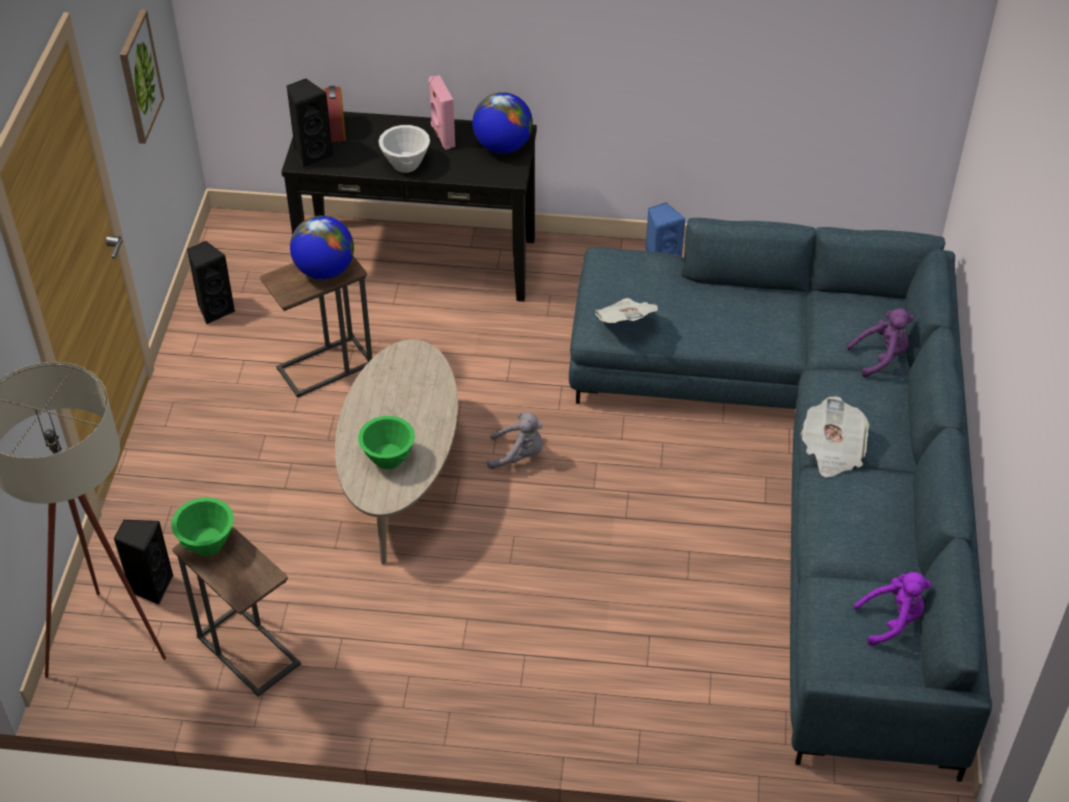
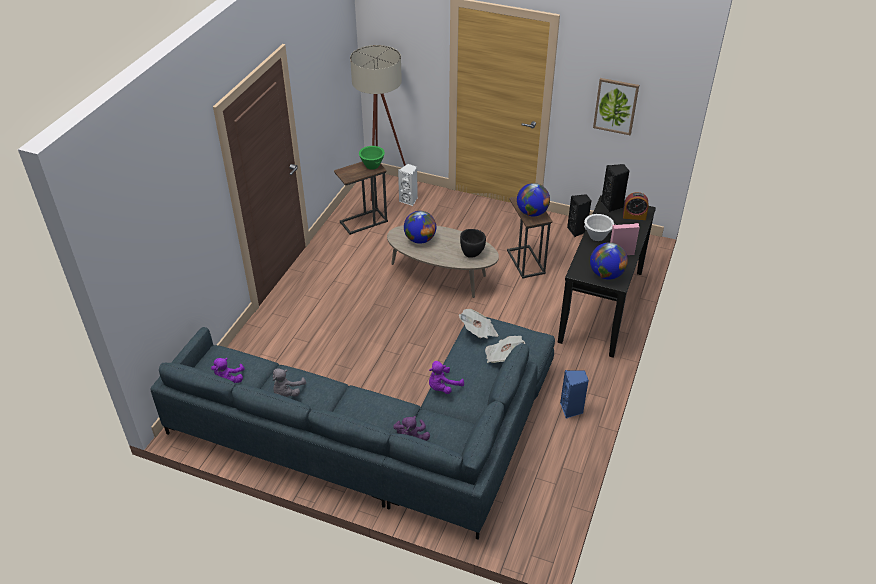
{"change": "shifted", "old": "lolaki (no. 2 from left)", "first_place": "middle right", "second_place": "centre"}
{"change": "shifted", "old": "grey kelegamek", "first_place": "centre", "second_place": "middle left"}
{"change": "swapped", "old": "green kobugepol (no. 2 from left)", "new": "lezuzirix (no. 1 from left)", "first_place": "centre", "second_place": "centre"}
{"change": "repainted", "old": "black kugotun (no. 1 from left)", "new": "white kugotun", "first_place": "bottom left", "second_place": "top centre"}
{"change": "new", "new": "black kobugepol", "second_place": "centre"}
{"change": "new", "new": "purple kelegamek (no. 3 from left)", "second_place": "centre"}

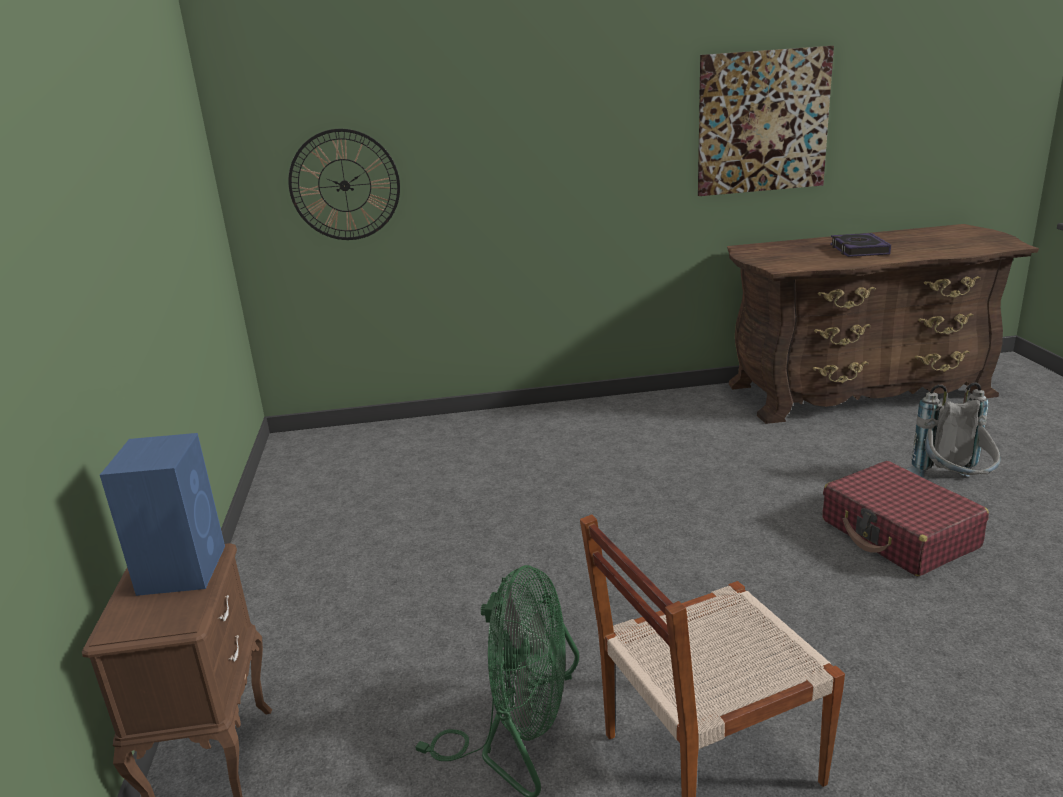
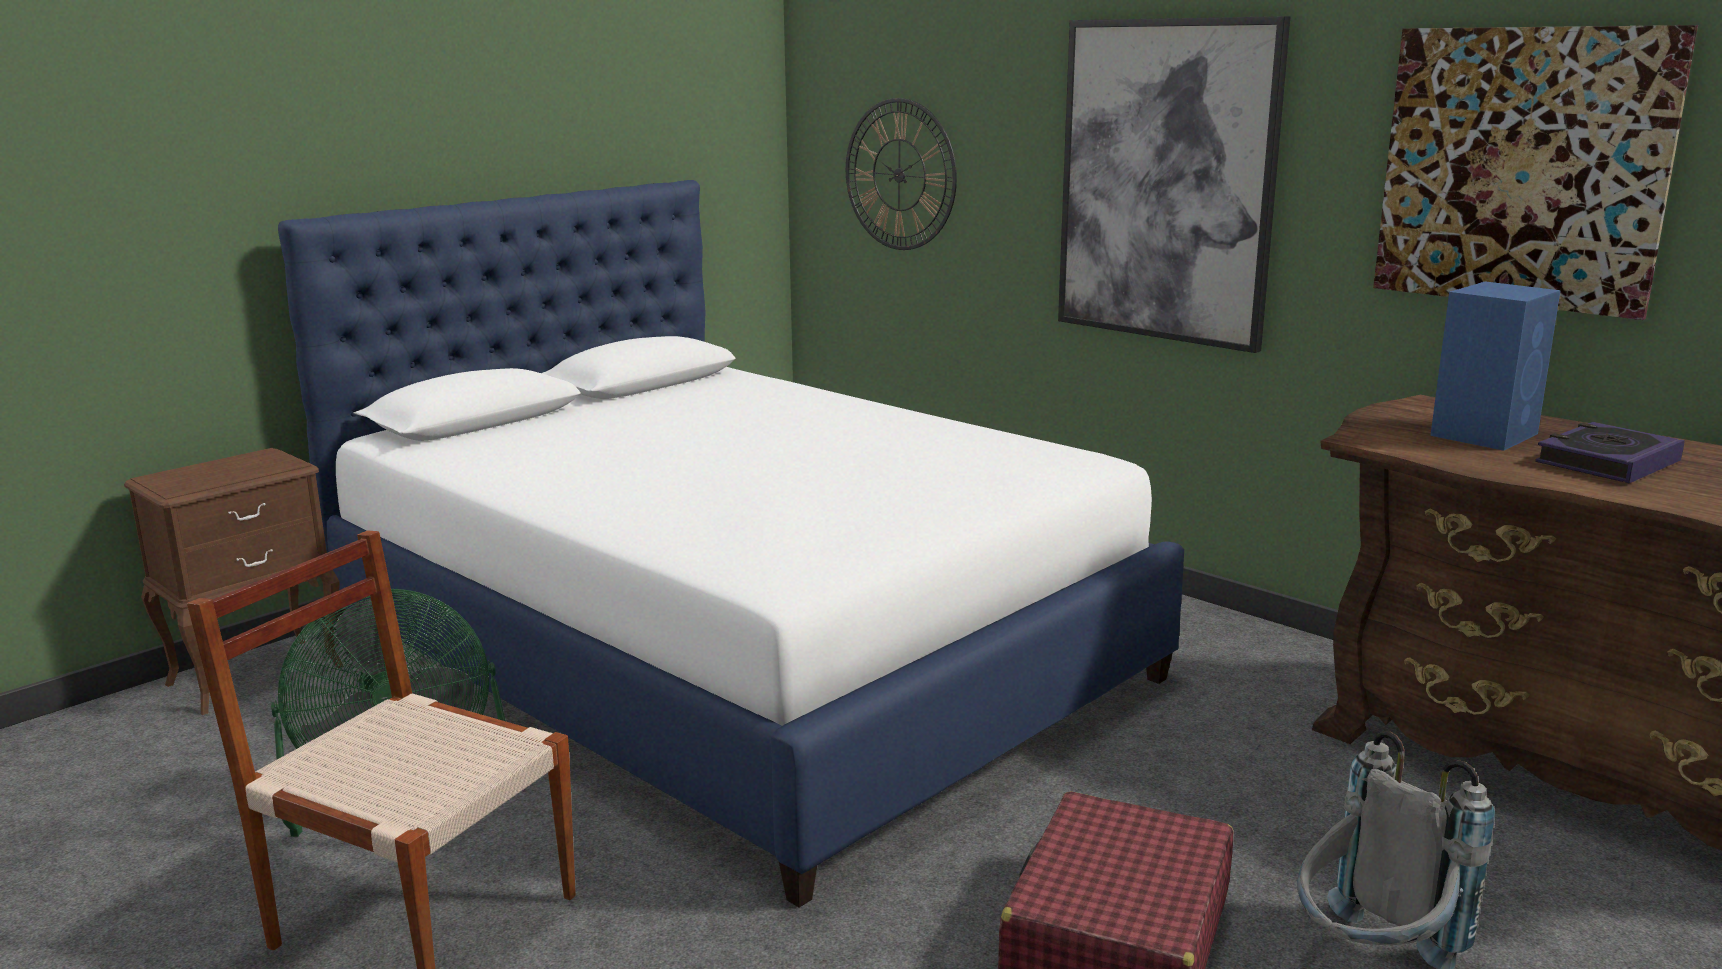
{"change": "shifted", "old": "blue kugotun", "first_place": "middle left", "second_place": "middle right"}
{"change": "new", "new": "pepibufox (no. 1 from left)", "second_place": "top right"}
{"change": "new", "new": "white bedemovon", "second_place": "centre"}

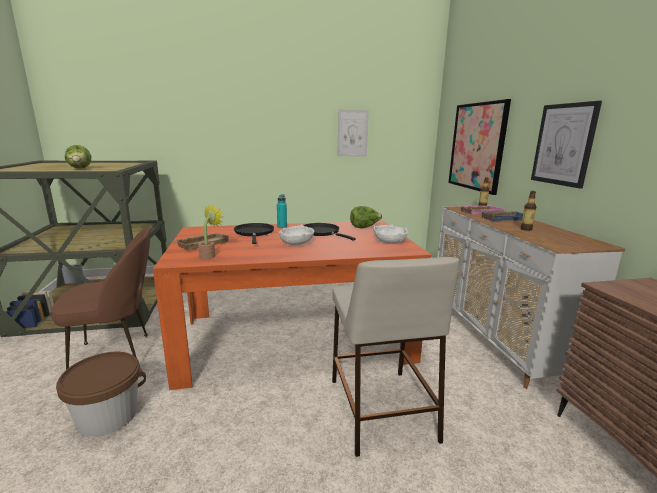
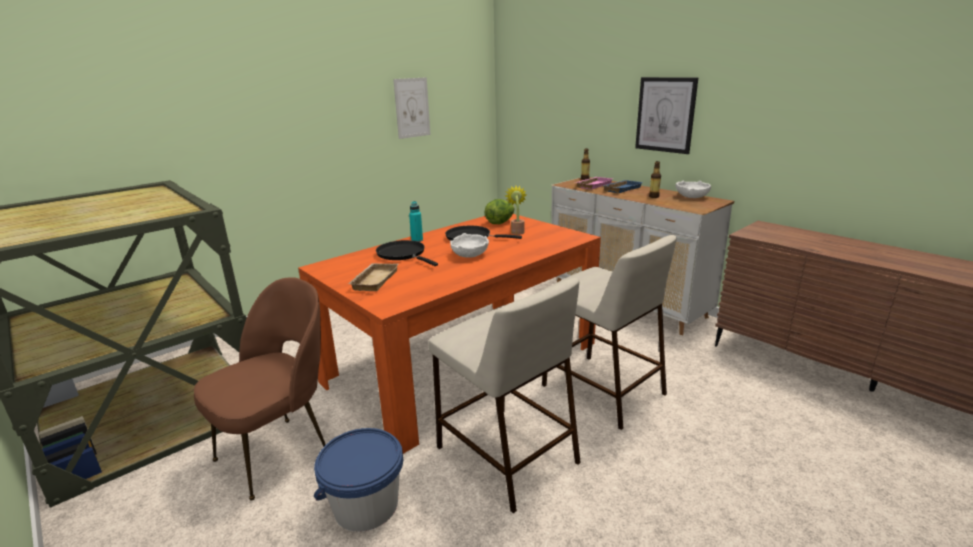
{"change": "gone", "old": "pepibufox (no. 2 from left)", "first_place": "top right"}
{"change": "gone", "old": "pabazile (no. 1 from left)", "first_place": "top left"}
{"change": "shifted", "old": "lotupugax", "first_place": "middle left", "second_place": "centre"}
{"change": "shifted", "old": "white kobugepol (no. 2 from left)", "first_place": "centre", "second_place": "middle right"}
{"change": "repainted", "old": "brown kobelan", "new": "blue kobelan", "first_place": "bottom left", "second_place": "bottom centre"}
{"change": "new", "new": "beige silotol (no. 1 from left)", "second_place": "bottom centre"}

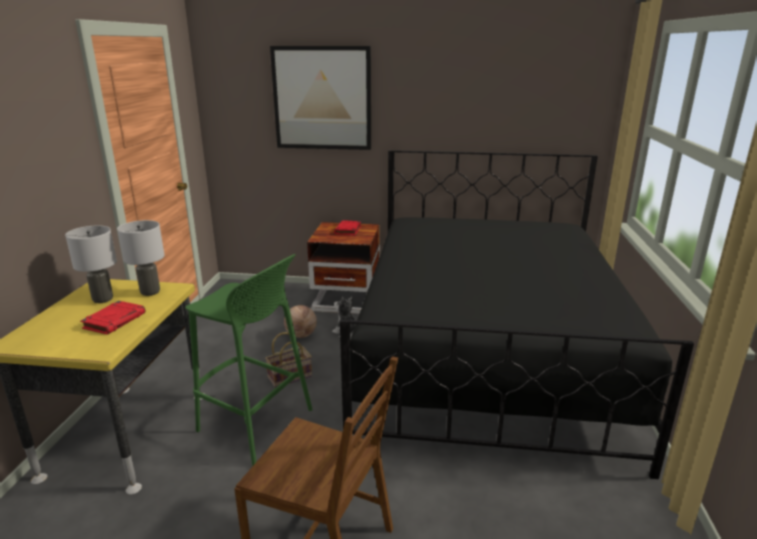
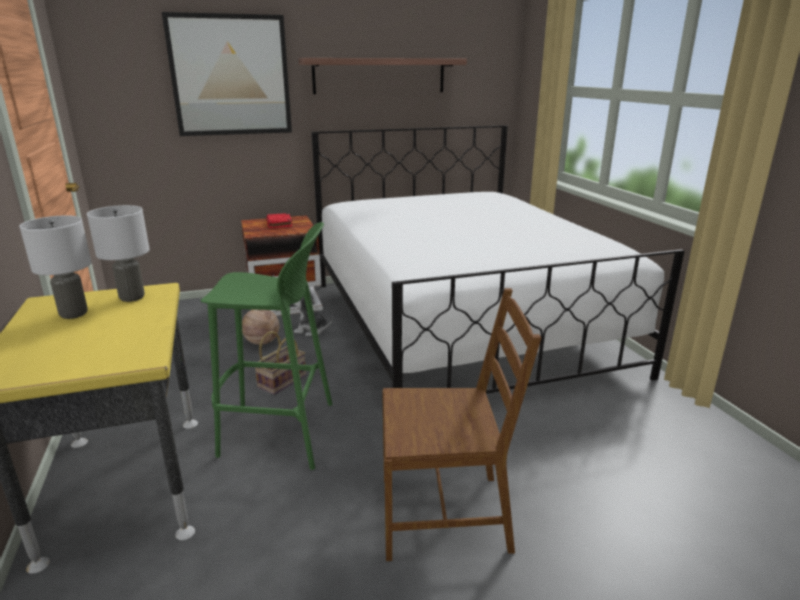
{"change": "repainted", "old": "black bedemovon", "new": "white bedemovon", "first_place": "middle right", "second_place": "centre"}
{"change": "gone", "old": "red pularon (no. 1 from left)", "first_place": "middle left"}
{"change": "new", "new": "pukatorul", "second_place": "top centre"}

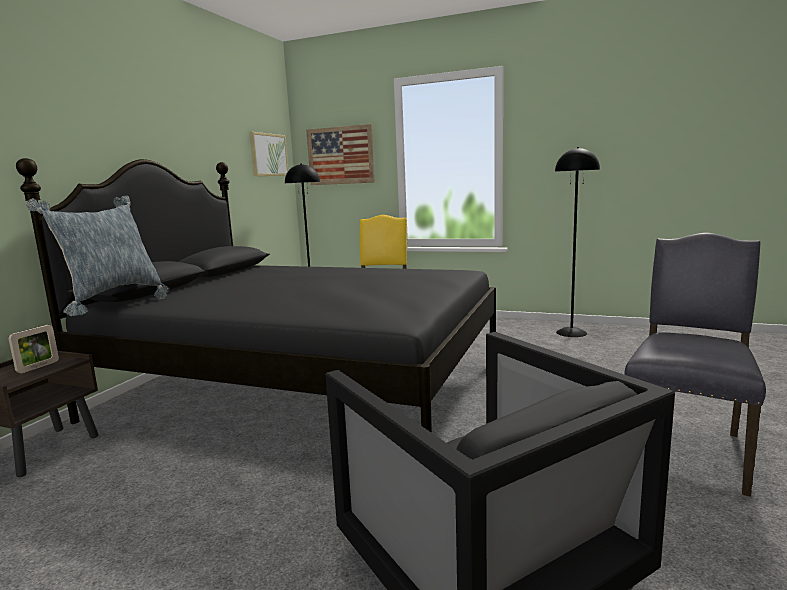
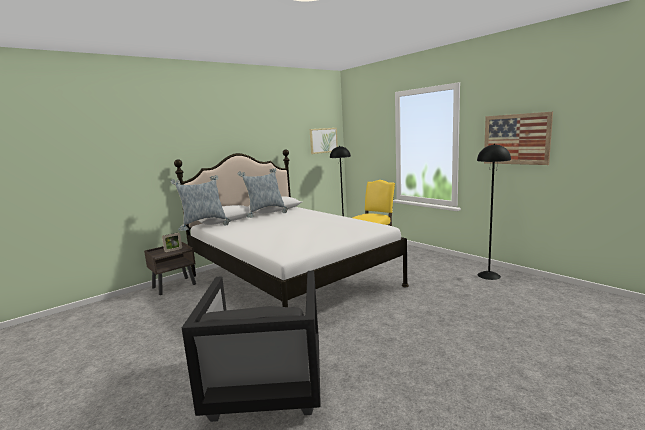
{"change": "shifted", "old": "pepibufox (no. 2 from left)", "first_place": "top centre", "second_place": "top right"}
{"change": "repainted", "old": "black bedemovon", "new": "white bedemovon", "first_place": "middle left", "second_place": "centre"}
{"change": "gone", "old": "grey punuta", "first_place": "middle right"}
{"change": "new", "new": "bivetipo (no. 2 from left)", "second_place": "centre"}

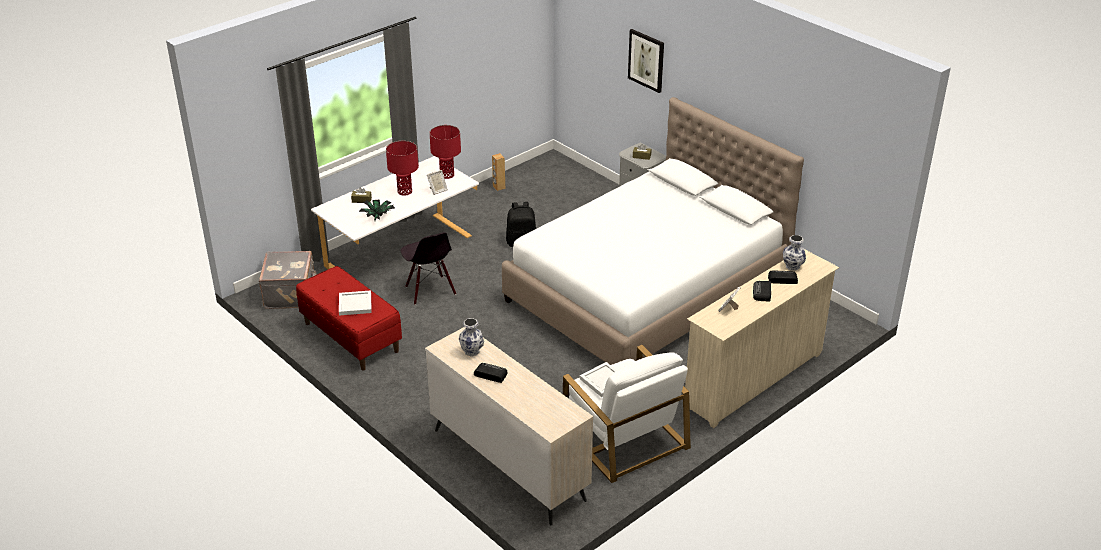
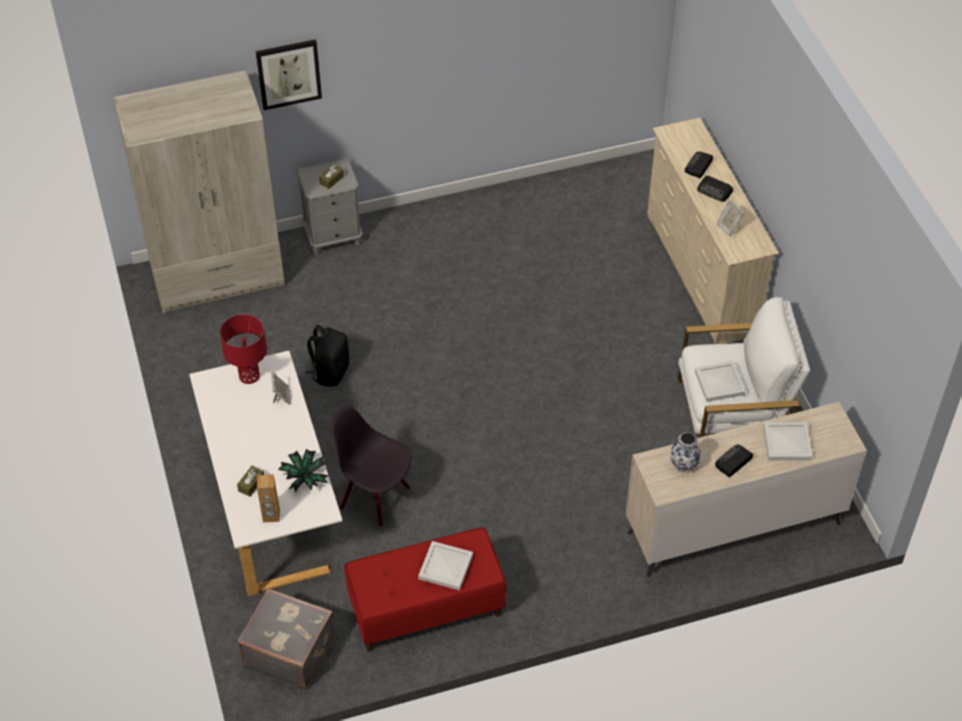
{"change": "gone", "old": "white bedemovon", "first_place": "centre"}
{"change": "gone", "old": "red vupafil (no. 1 from left)", "first_place": "top centre"}
{"change": "shifted", "old": "brown kugotun", "first_place": "top centre", "second_place": "bottom left"}
{"change": "rotated", "old": "black punuta", "first_place": "centre", "second_place": "centre", "degrees": -150}
{"change": "gone", "old": "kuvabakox (no. 2 from left)", "first_place": "middle right"}
{"change": "new", "new": "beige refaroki", "second_place": "top left"}
{"change": "new", "new": "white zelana (no. 3 from left)", "second_place": "middle right"}

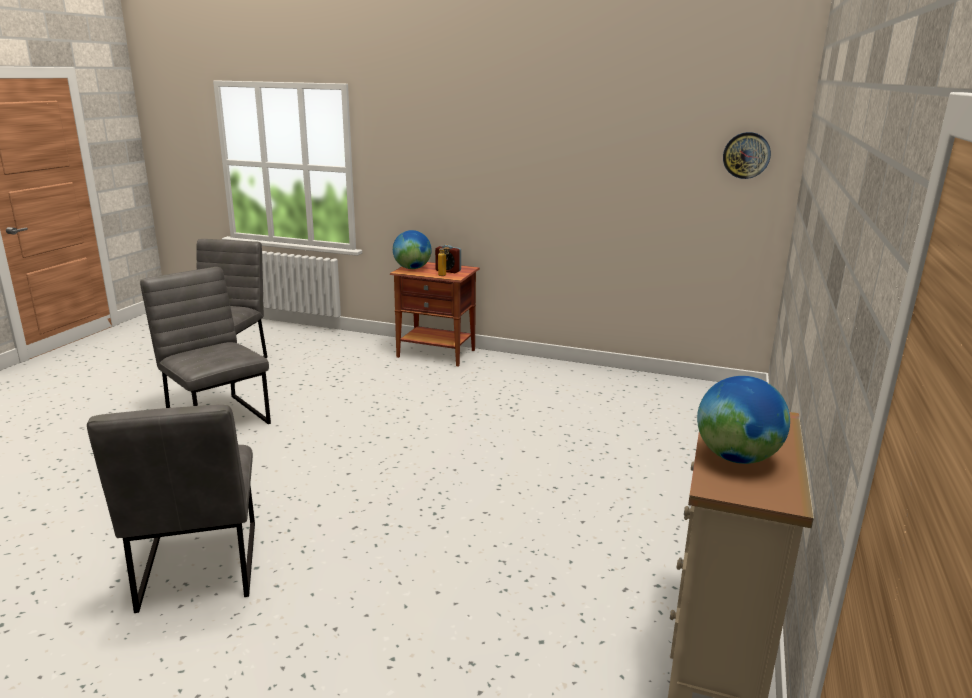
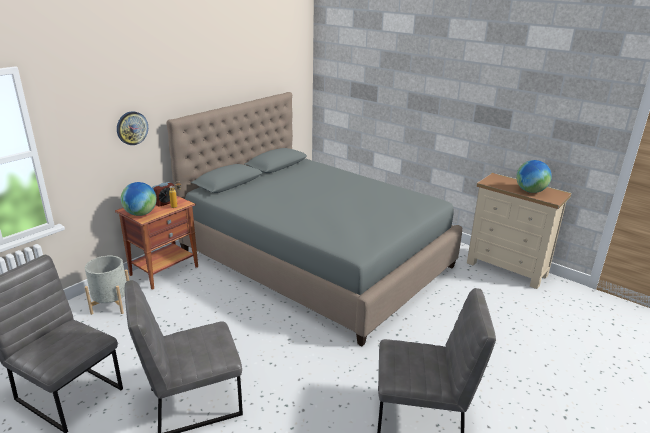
{"change": "shifted", "old": "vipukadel", "first_place": "top right", "second_place": "top left"}
{"change": "new", "new": "grey bedemovon", "second_place": "centre"}
{"change": "new", "new": "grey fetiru", "second_place": "middle left"}

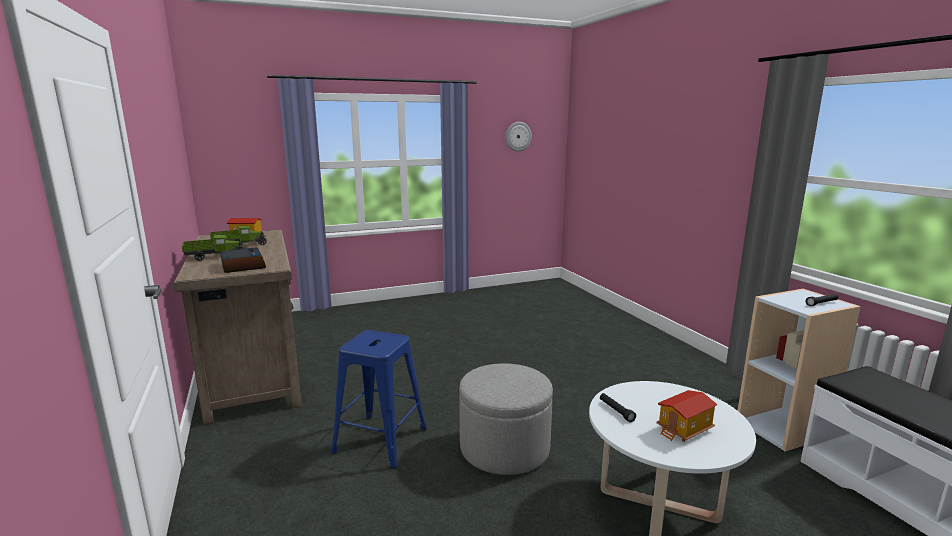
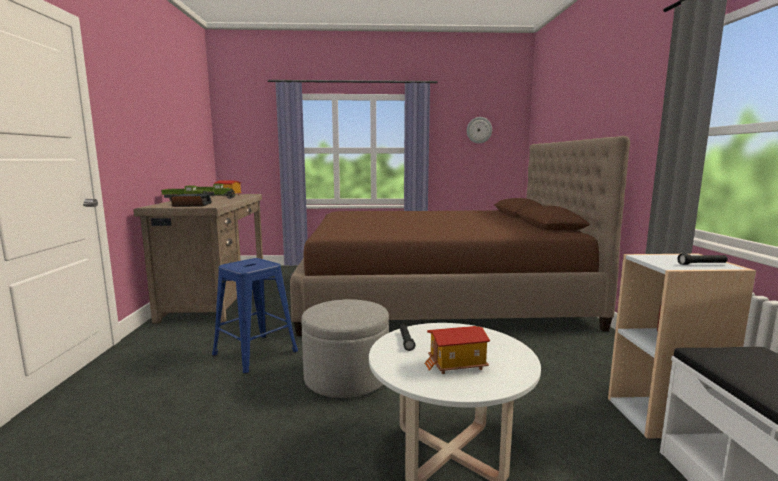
{"change": "new", "new": "brown bedemovon", "second_place": "centre"}

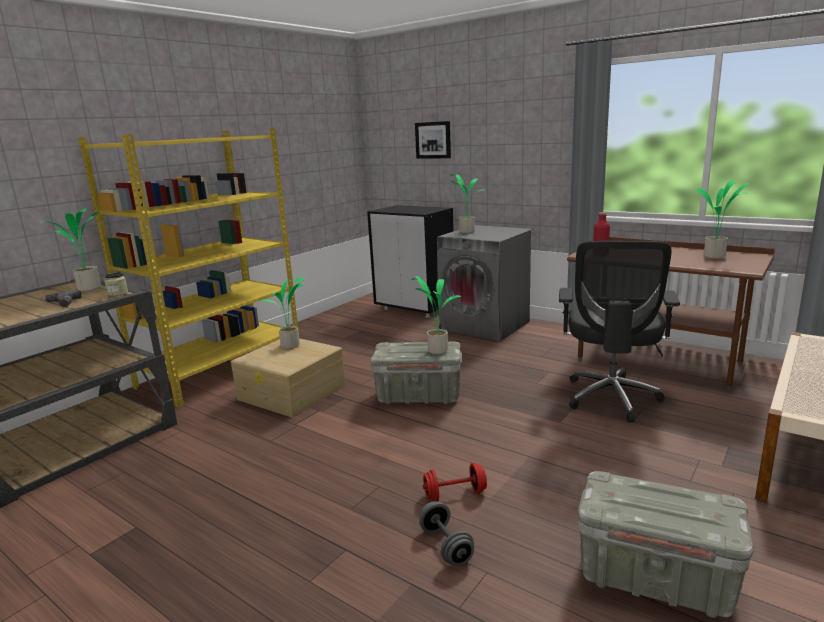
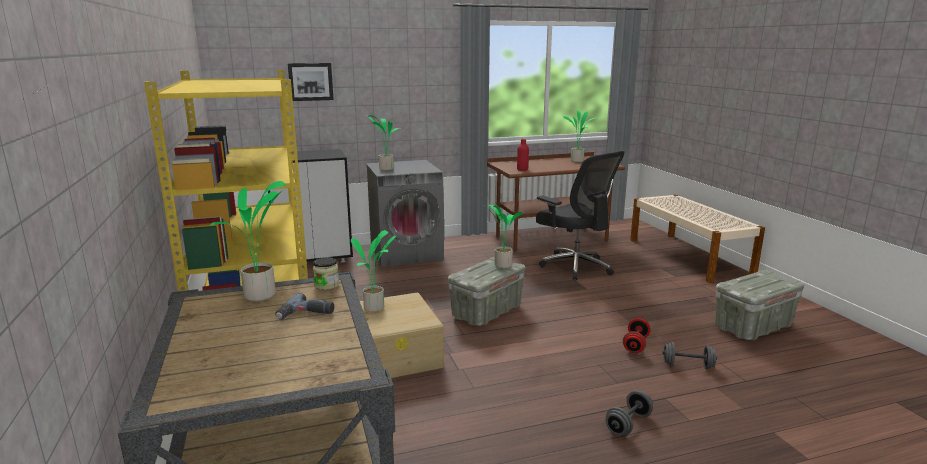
{"change": "new", "new": "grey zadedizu (no. 1 from left)", "second_place": "bottom right"}

